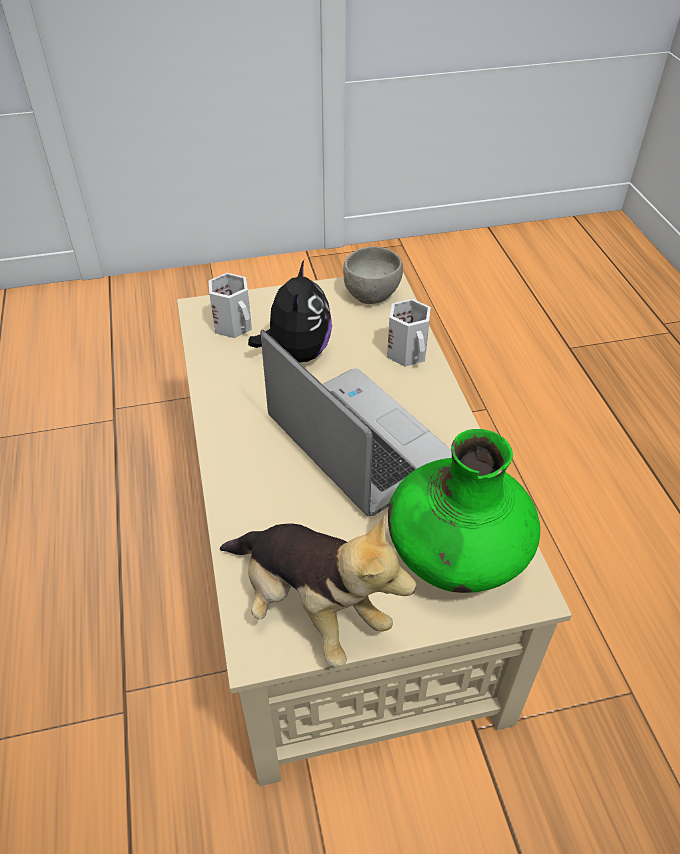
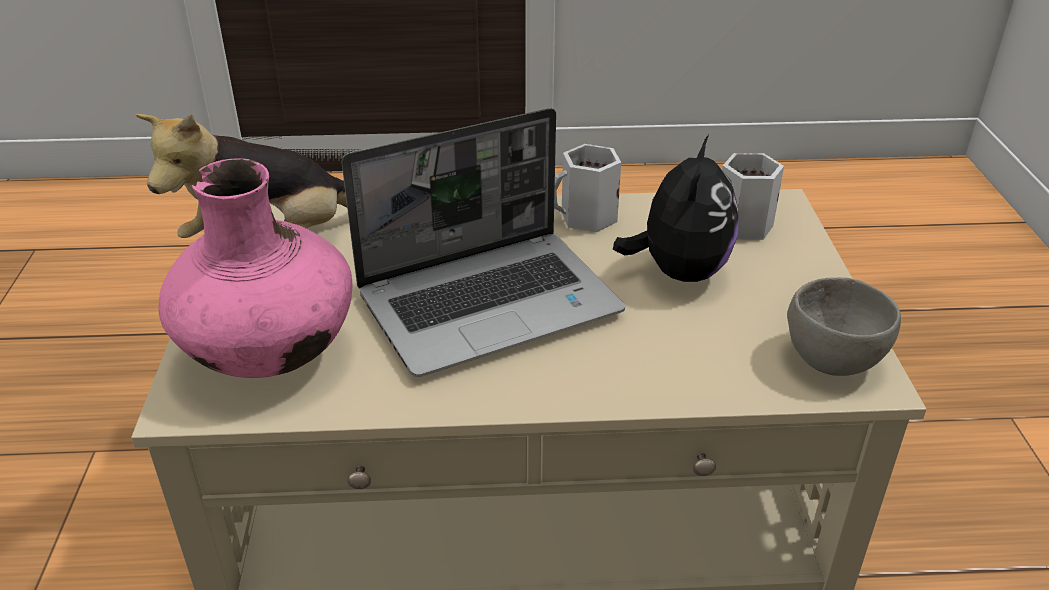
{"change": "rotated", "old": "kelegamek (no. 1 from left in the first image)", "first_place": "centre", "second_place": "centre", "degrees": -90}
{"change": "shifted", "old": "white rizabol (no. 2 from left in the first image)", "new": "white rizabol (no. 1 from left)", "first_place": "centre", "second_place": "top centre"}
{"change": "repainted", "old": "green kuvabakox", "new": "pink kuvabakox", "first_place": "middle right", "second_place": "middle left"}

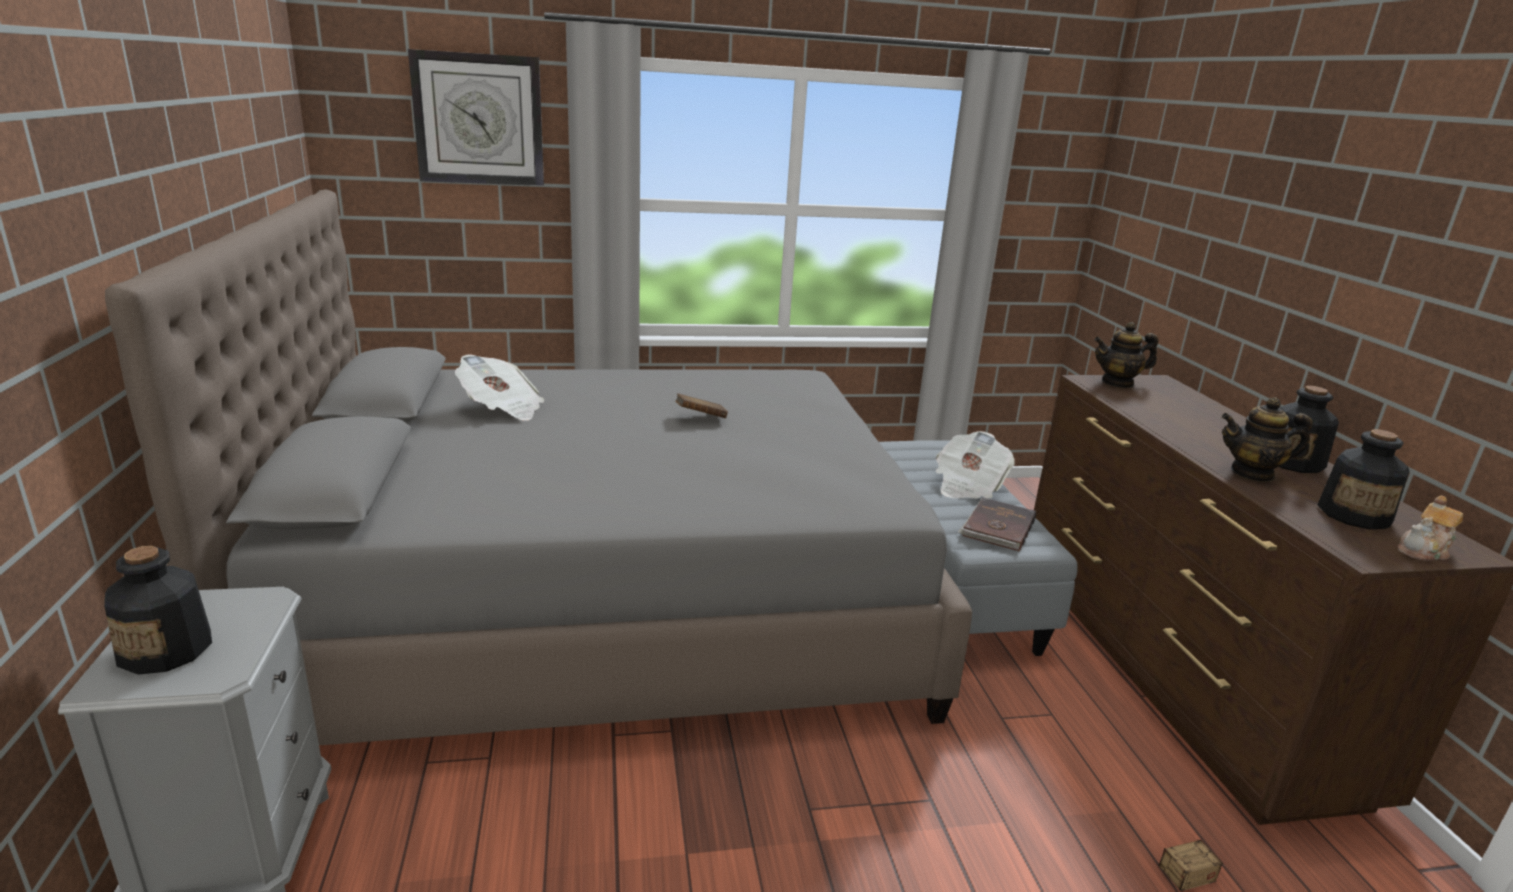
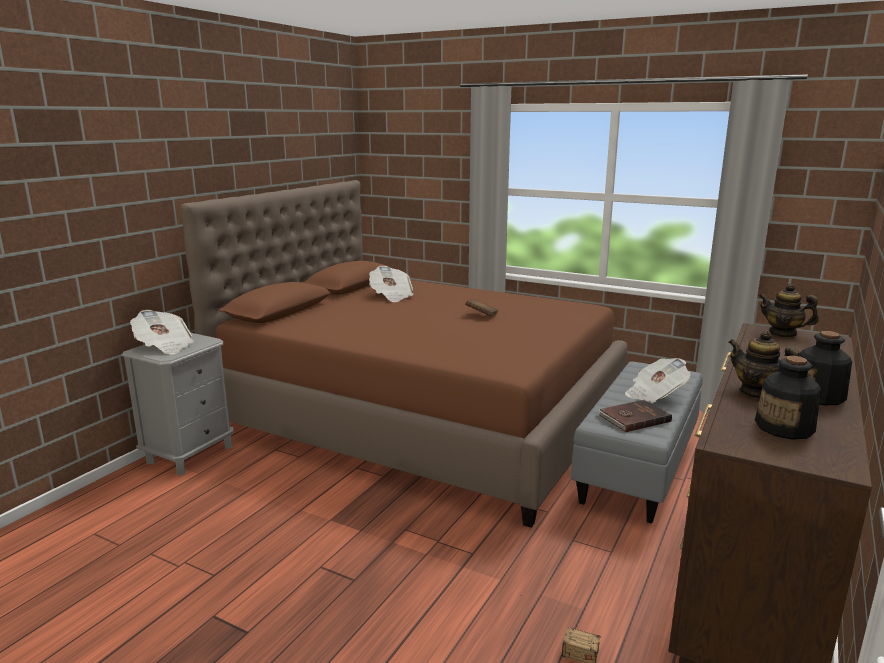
{"change": "gone", "old": "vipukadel", "first_place": "top left"}
{"change": "repainted", "old": "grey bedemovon", "new": "brown bedemovon", "first_place": "centre", "second_place": "centre"}
{"change": "gone", "old": "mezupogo (no. 3 from left)", "first_place": "middle right"}
{"change": "swapped", "old": "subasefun (no. 1 from left)", "new": "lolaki (no. 1 from left)", "first_place": "bottom left", "second_place": "middle left"}

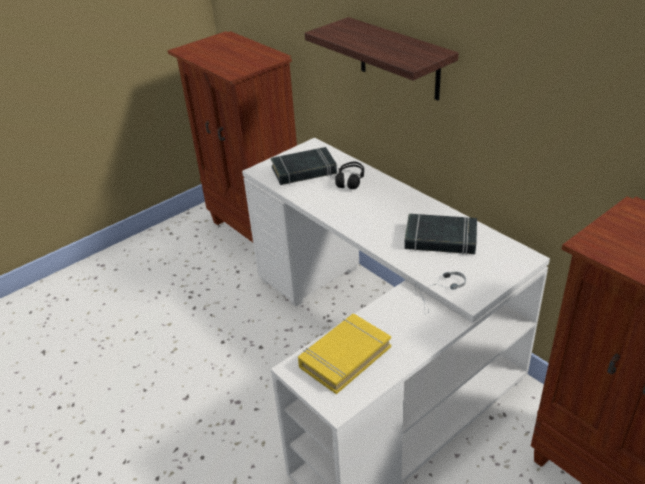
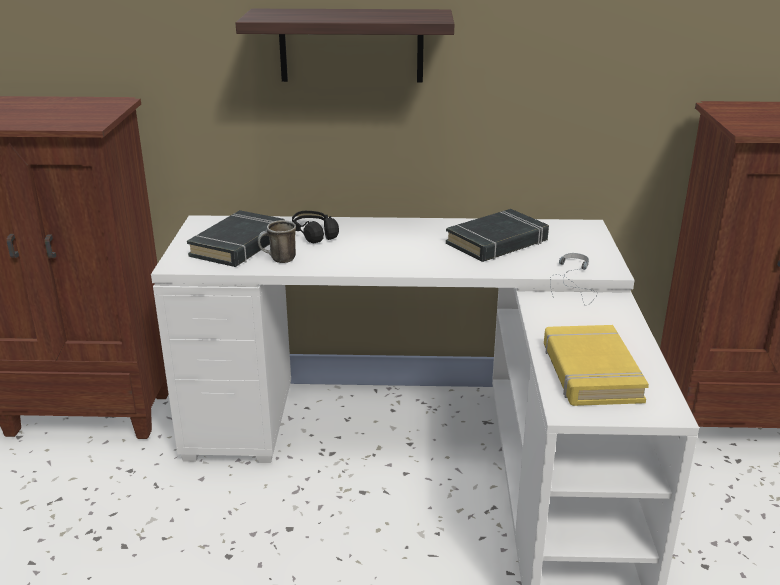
{"change": "new", "new": "rizabol", "second_place": "centre"}

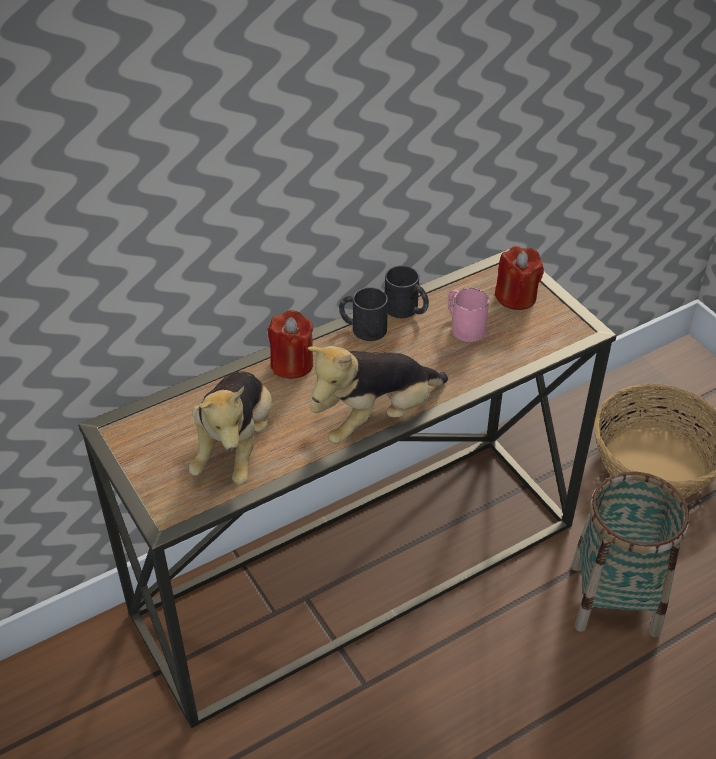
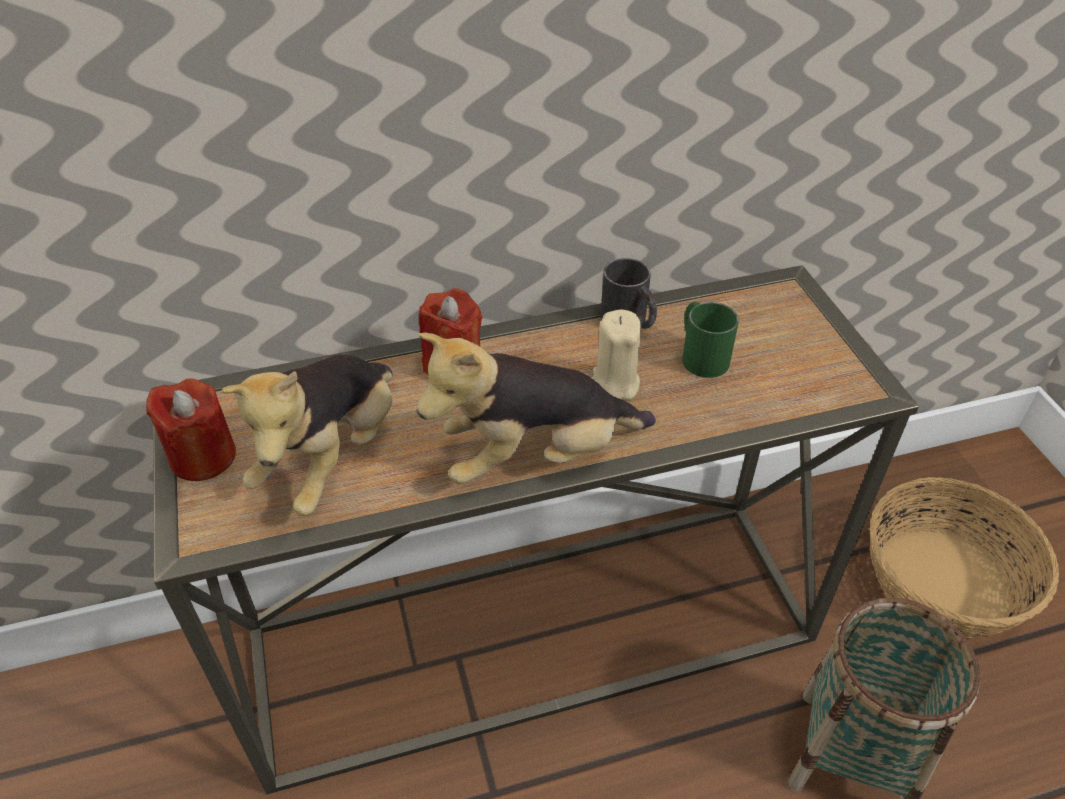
{"change": "shifted", "old": "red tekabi (no. 2 from left in the first image)", "new": "red tekabi (no. 1 from left)", "first_place": "middle right", "second_place": "middle left"}
{"change": "gone", "old": "black rizabol (no. 1 from left)", "first_place": "centre"}
{"change": "repainted", "old": "pink rizabol", "new": "green rizabol", "first_place": "centre", "second_place": "middle right"}
{"change": "new", "new": "beige tekabi", "second_place": "centre"}

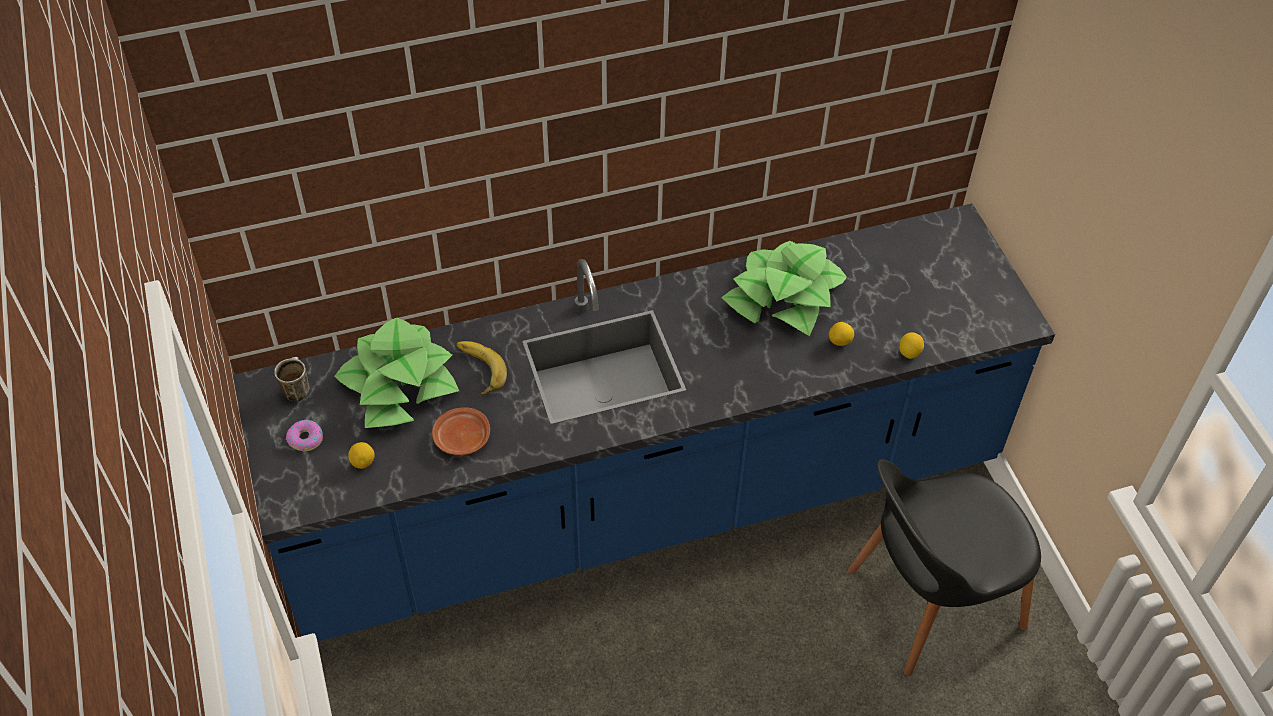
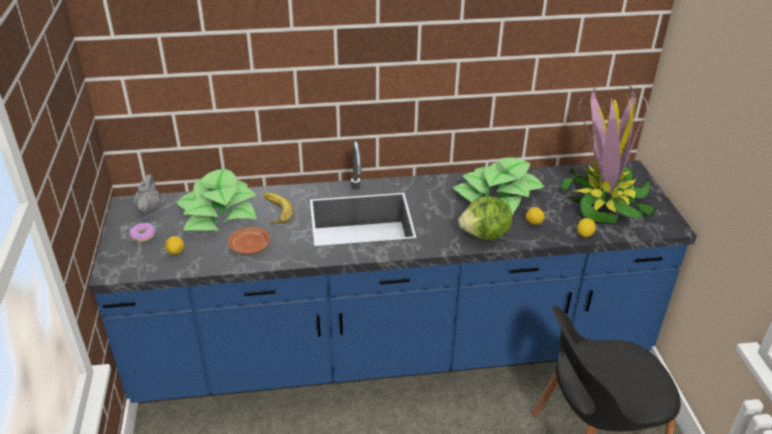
{"change": "swapped", "old": "rizabol", "new": "grey mezupogo", "first_place": "middle left", "second_place": "middle left"}
{"change": "new", "new": "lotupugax (no. 3 from left)", "second_place": "middle right"}
{"change": "new", "new": "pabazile", "second_place": "centre"}

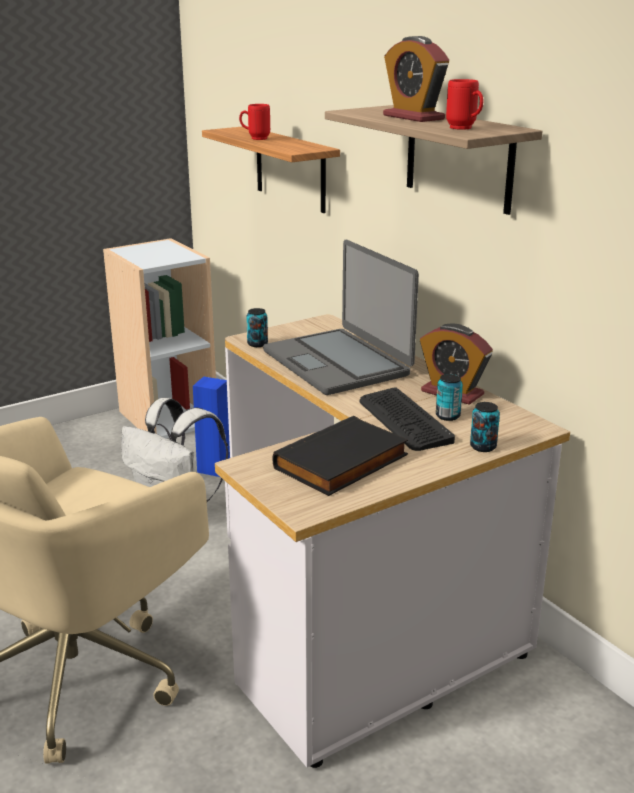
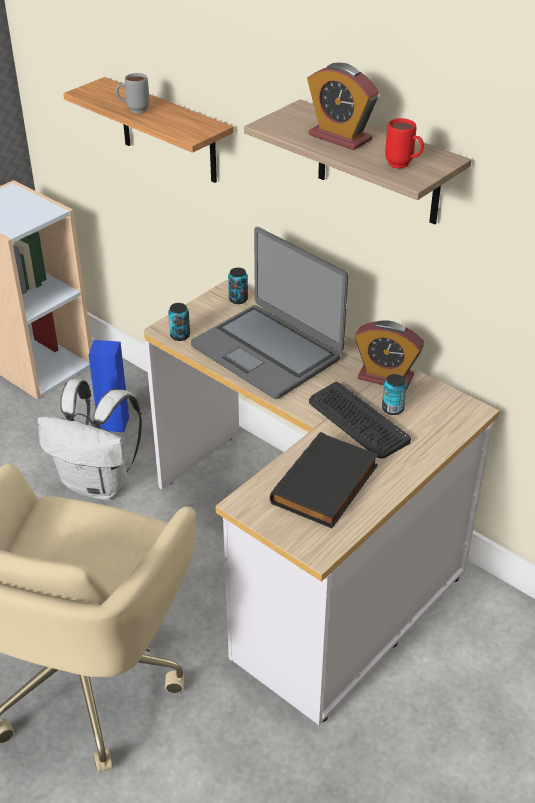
{"change": "repainted", "old": "red rizabol (no. 1 from left)", "new": "grey rizabol", "first_place": "top centre", "second_place": "top left"}
{"change": "shifted", "old": "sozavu (no. 3 from left in the first image)", "new": "sozavu (no. 2 from left)", "first_place": "middle right", "second_place": "centre"}

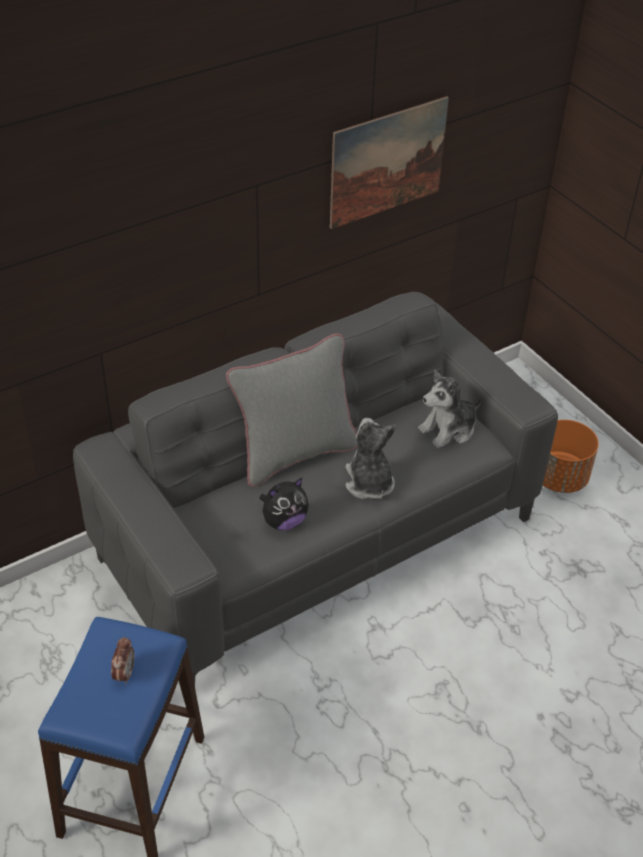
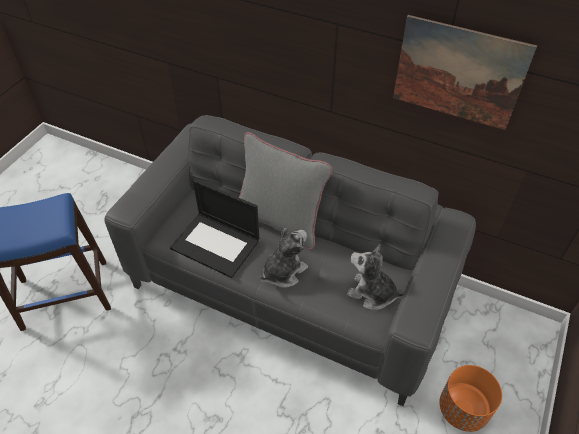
{"change": "swapped", "old": "kelegamek (no. 1 from left)", "new": "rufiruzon", "first_place": "centre", "second_place": "centre"}
{"change": "gone", "old": "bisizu", "first_place": "bottom left"}

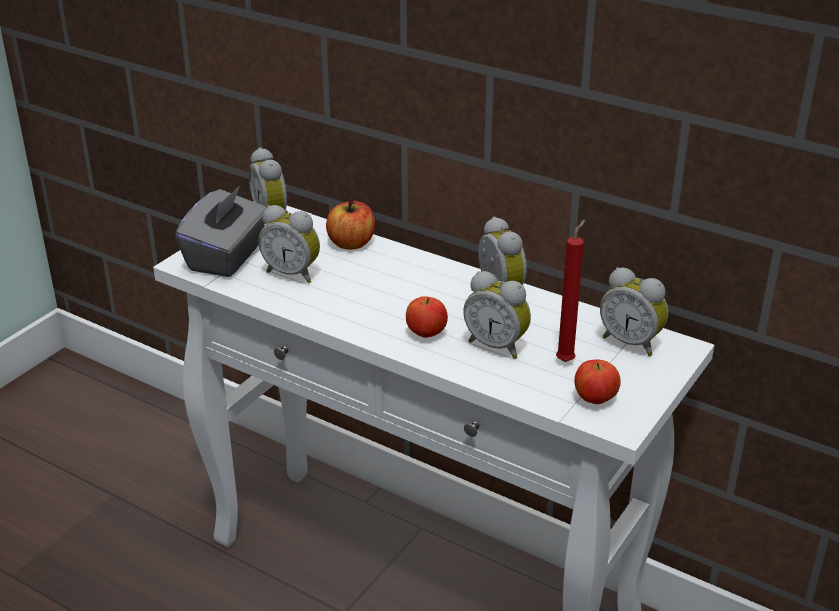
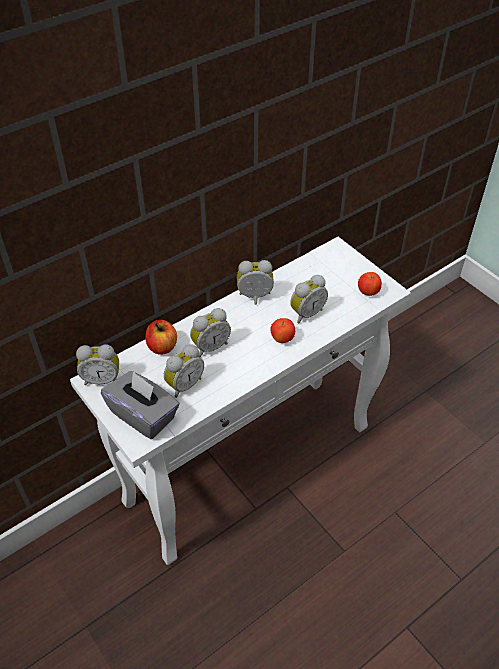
{"change": "gone", "old": "red tekabi", "first_place": "middle right"}
{"change": "shifted", "old": "bisizu (no. 5 from left in the first image)", "new": "bisizu (no. 3 from left)", "first_place": "middle right", "second_place": "centre"}

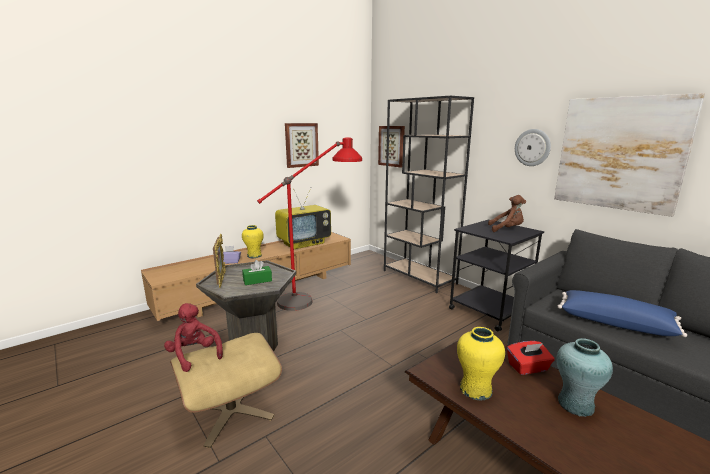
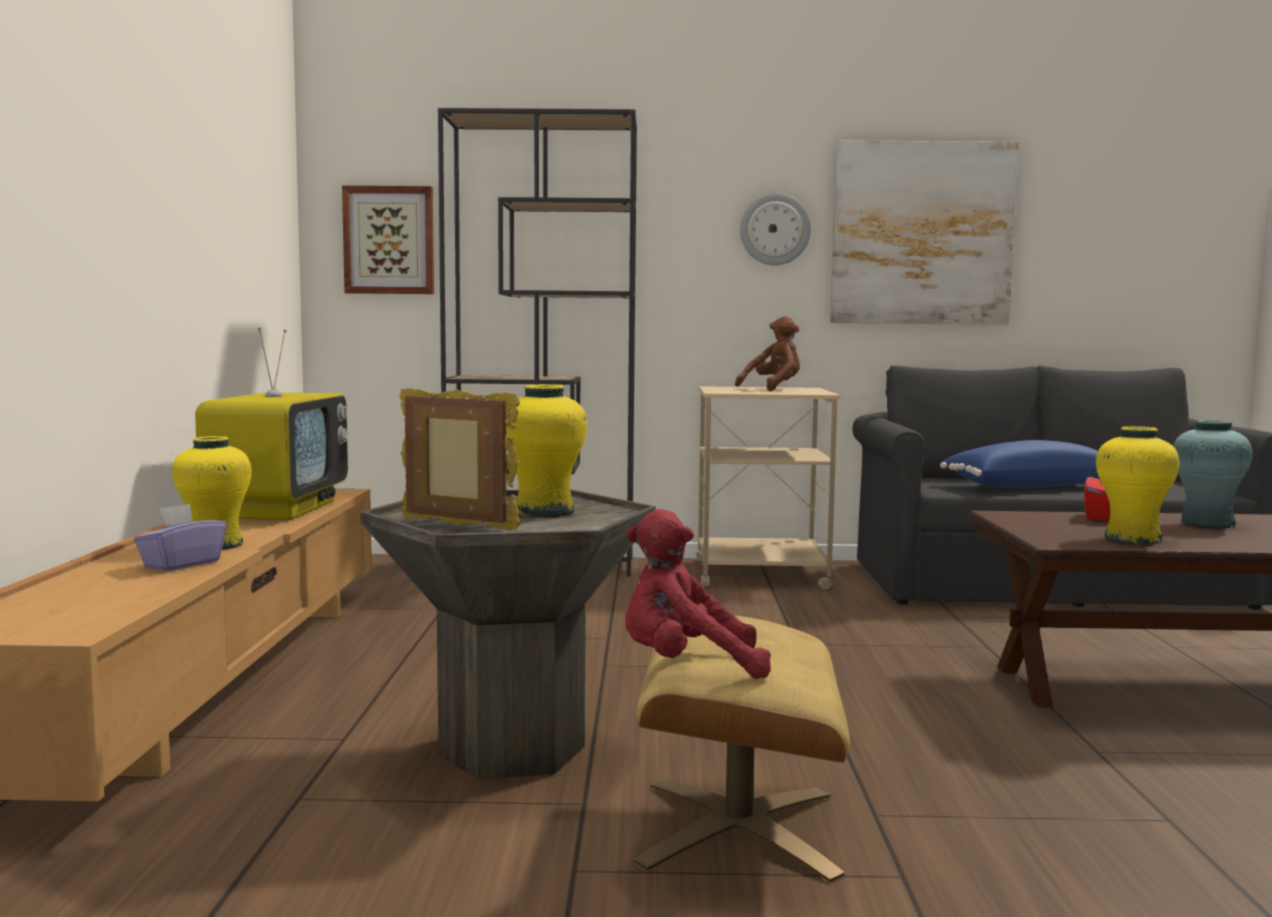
{"change": "gone", "old": "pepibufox (no. 1 from left)", "first_place": "top centre"}
{"change": "gone", "old": "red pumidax", "first_place": "centre"}
{"change": "repainted", "old": "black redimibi", "new": "beige redimibi", "first_place": "middle right", "second_place": "centre"}
{"change": "swapped", "old": "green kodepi", "new": "yellow kuvabakox (no. 2 from left)", "first_place": "centre", "second_place": "centre"}

